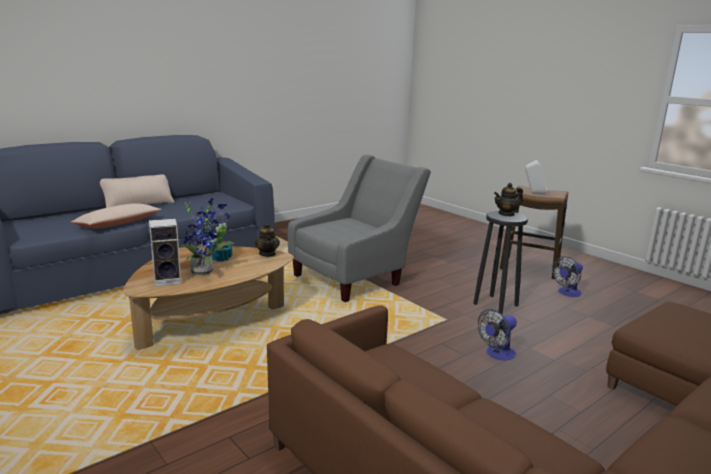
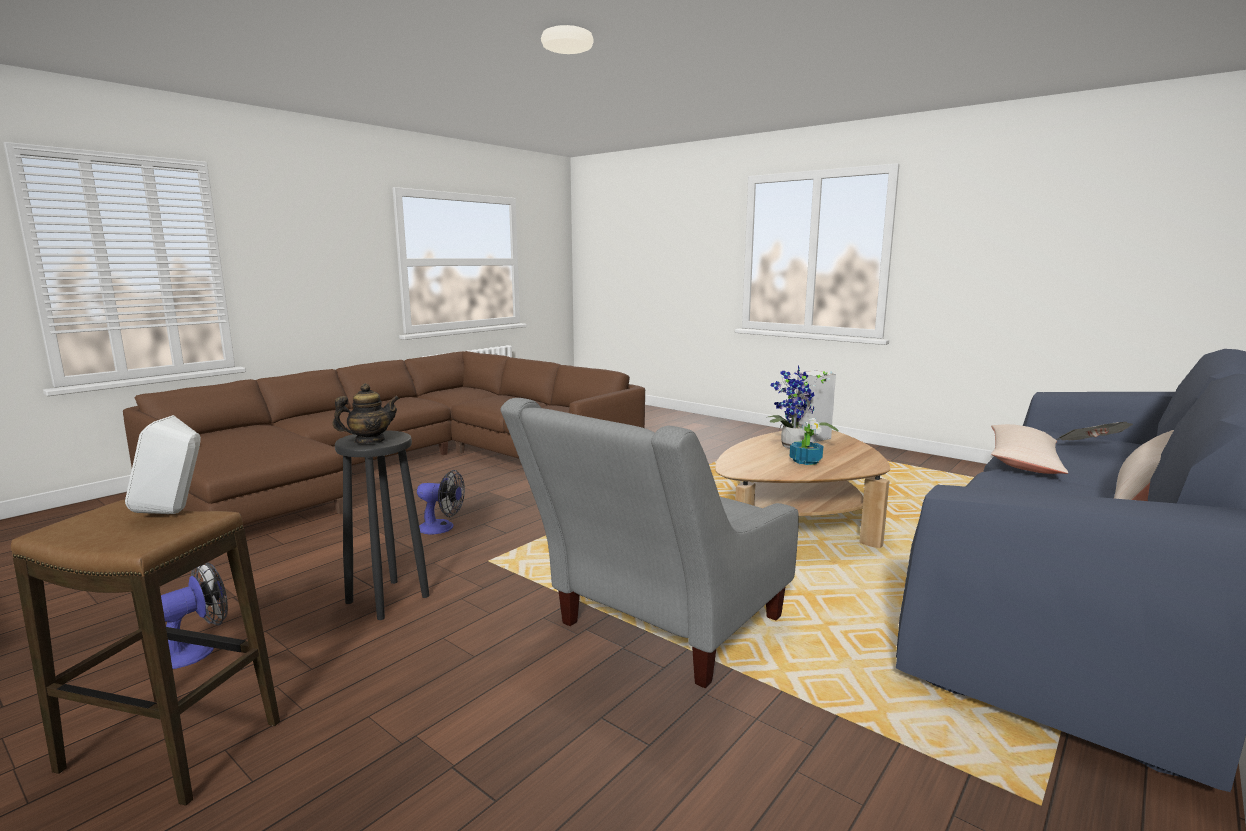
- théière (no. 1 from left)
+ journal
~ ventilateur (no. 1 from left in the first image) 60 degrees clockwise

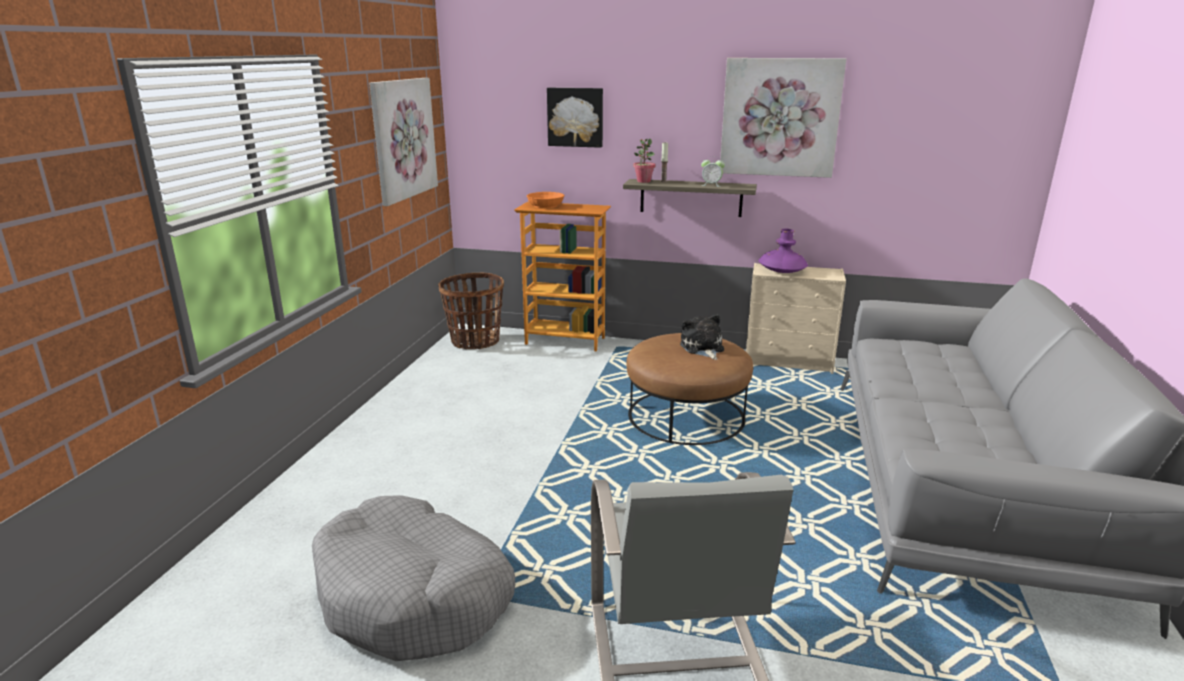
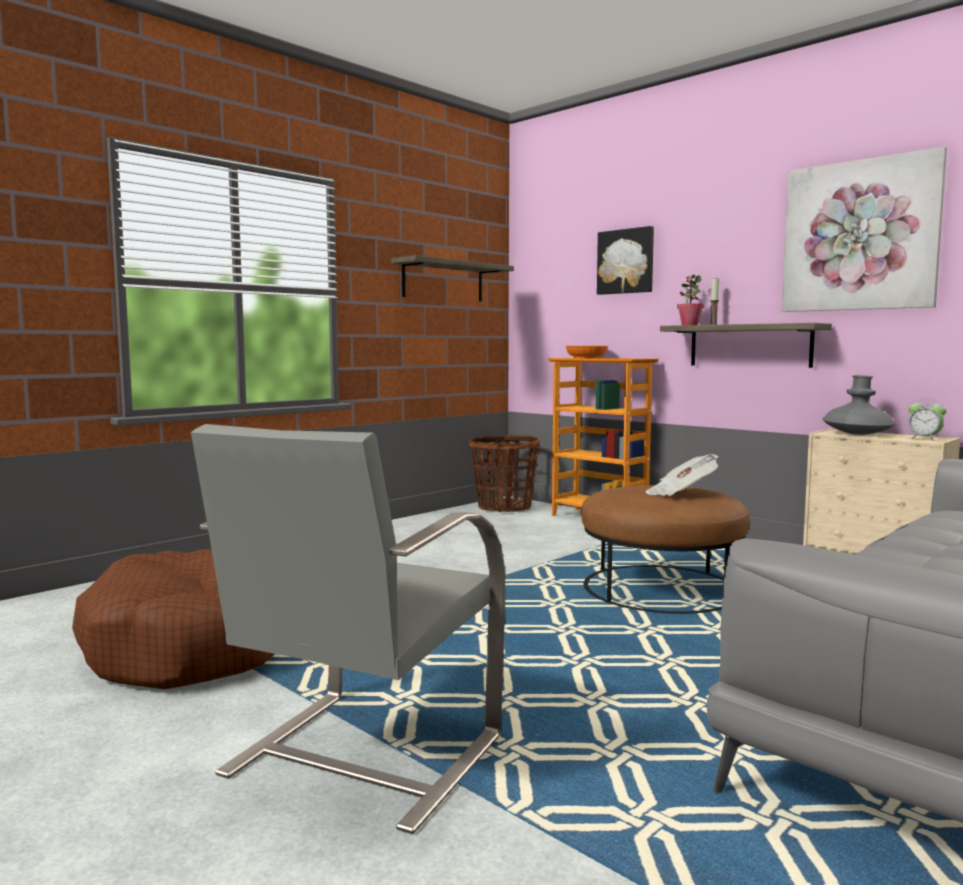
~ réveil
~ tableau (no. 1 from left) to étagère (no. 1 from left)
~ peluche to journal
~ panier pour chien/gris to panier pour chien/marron
~ vase/violet to vase/gris

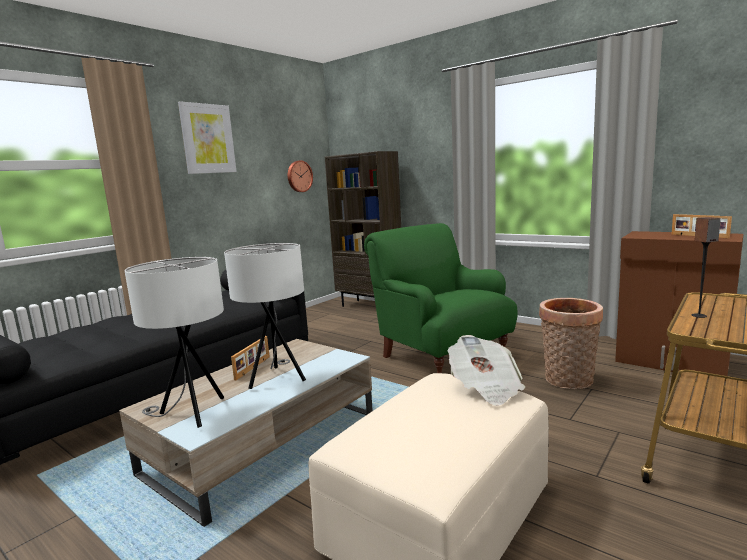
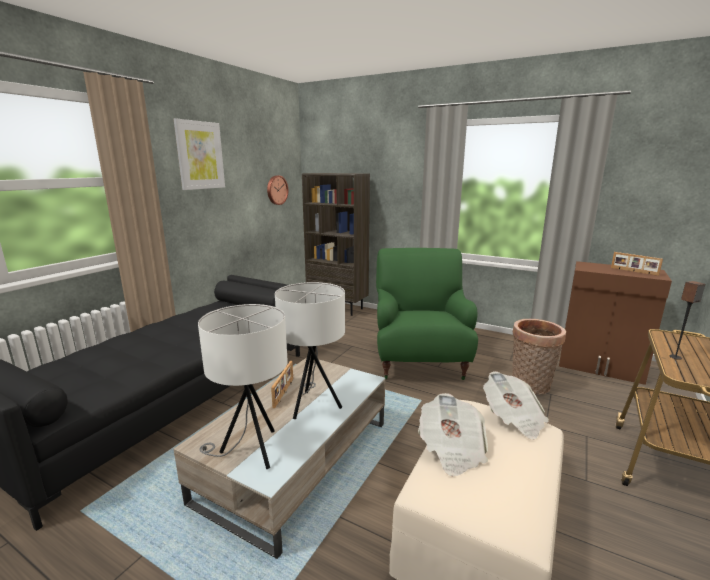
+ journal (no. 1 from left)
~ fauteuil/vert 45 degrees clockwise

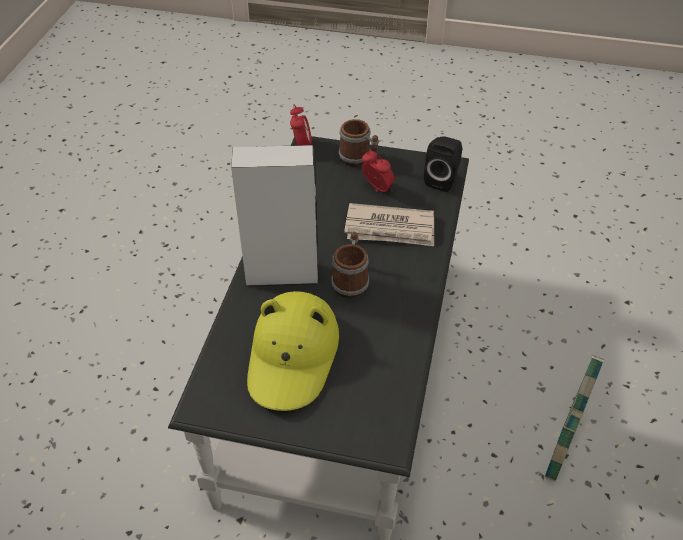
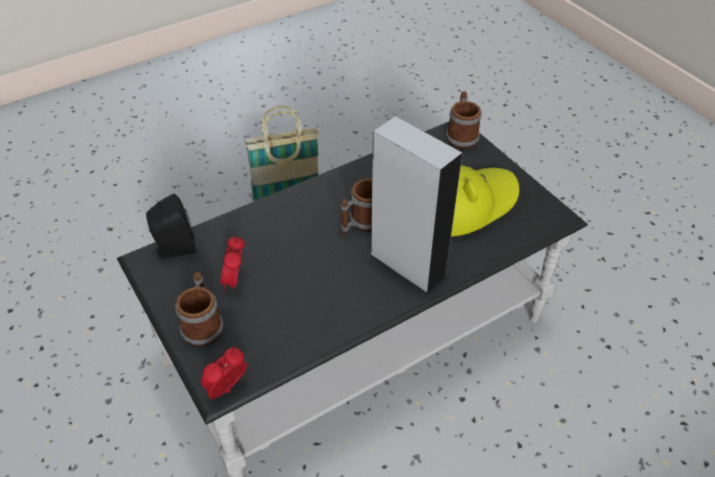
- journal
+ mug (no. 3 from left)

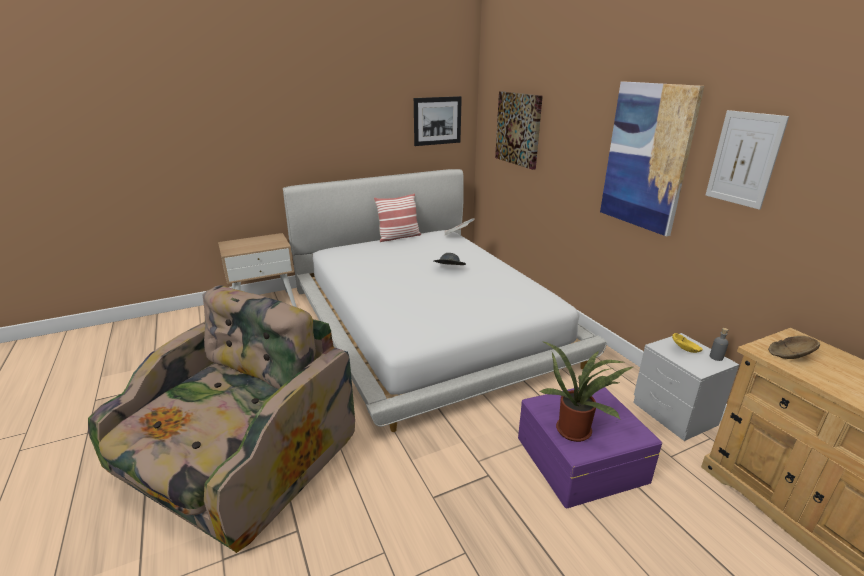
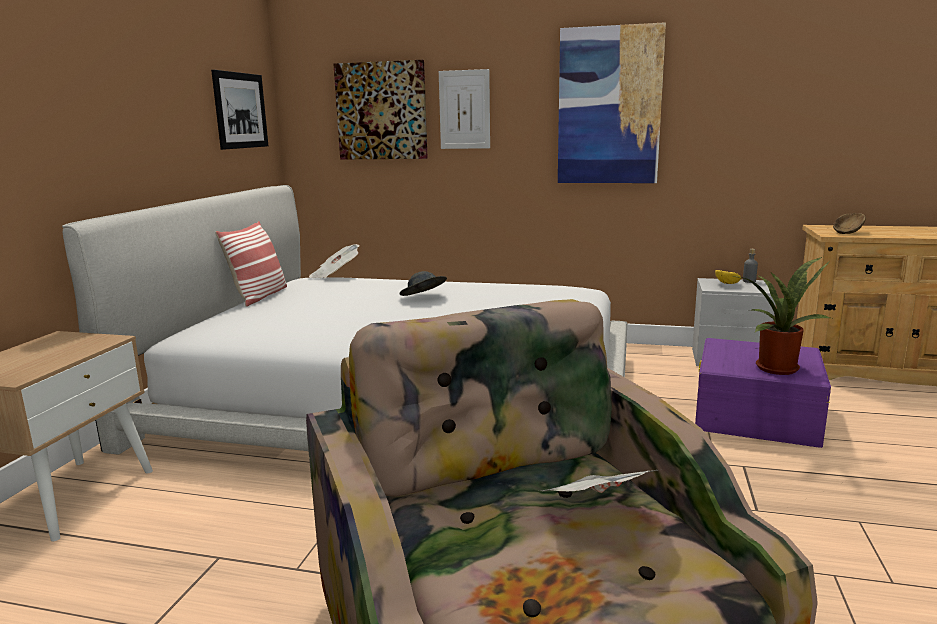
+ journal (no. 2 from left)
~ tableau (no. 4 from left in the first image) to tableau (no. 3 from left)

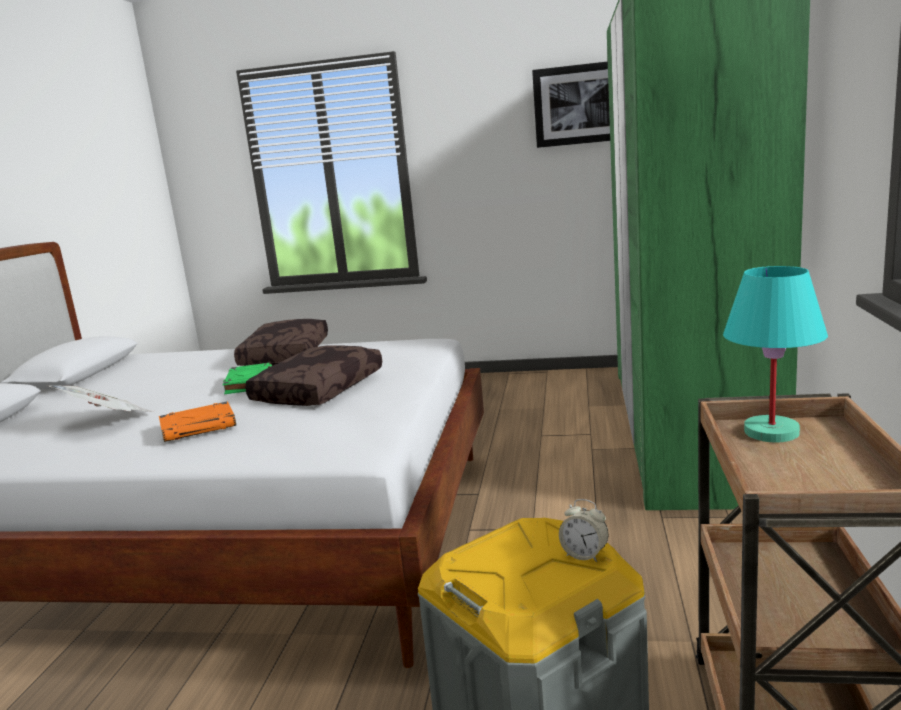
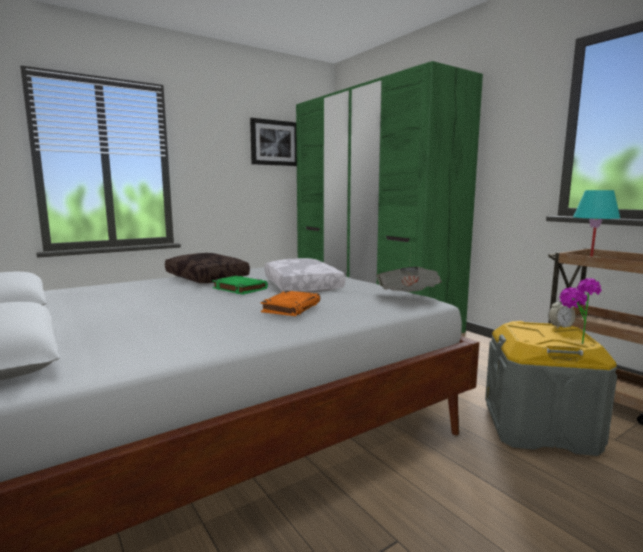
+ plante en pot
~ journal
~ coussin/marron (no. 2 from left) to coussin/blanc

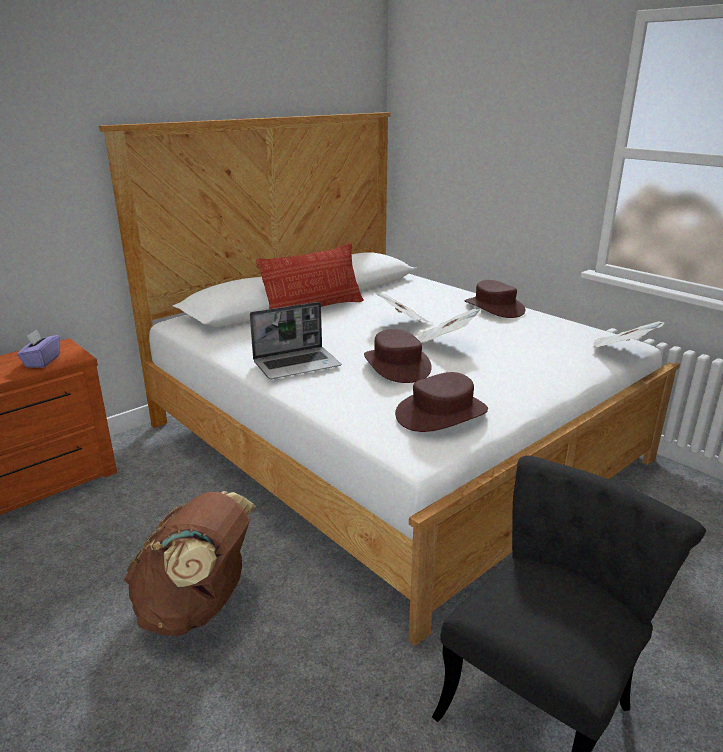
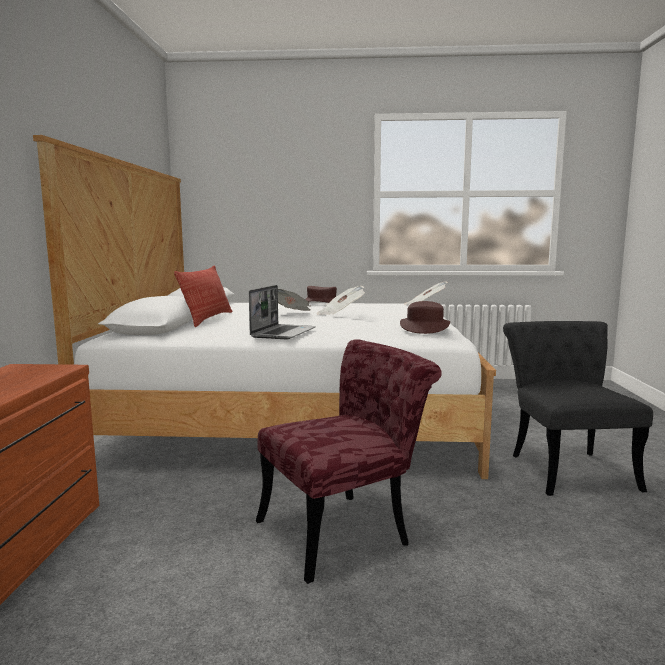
- boîte à mouchoirs/violet
- chapeau/marron (no. 1 from left)
~ sac à dos/marron to chaise/rouge

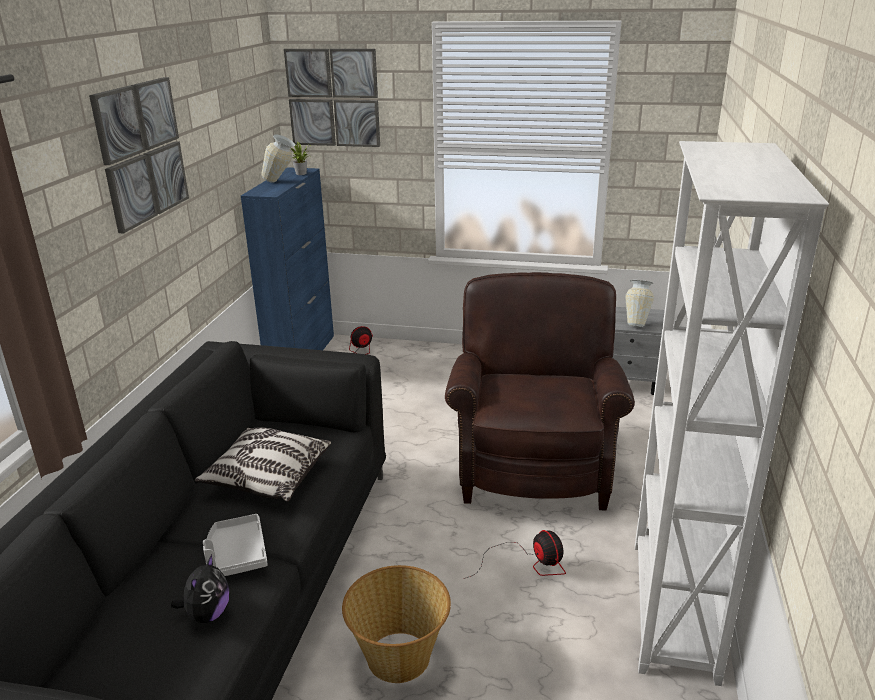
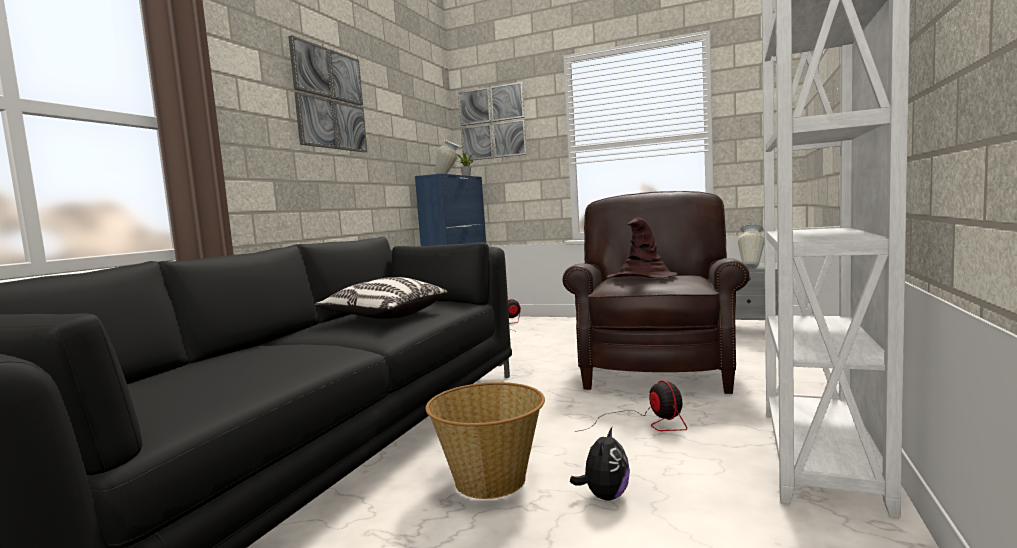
- plateau/gris
+ chapeau/marron
~ peluche

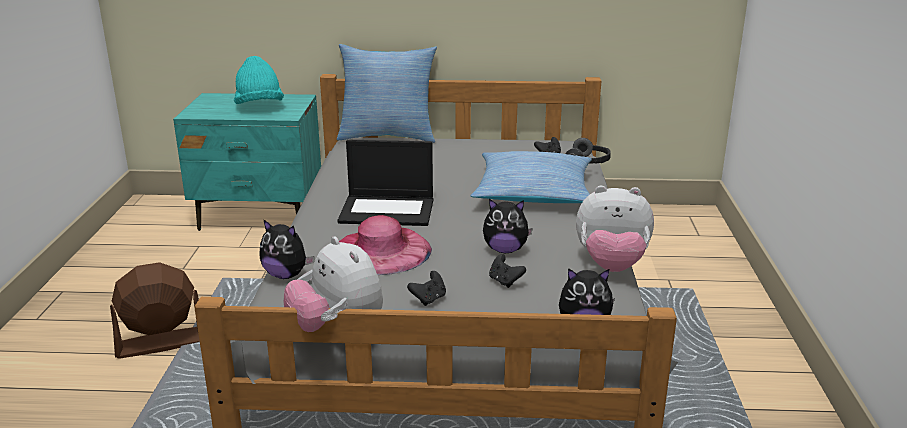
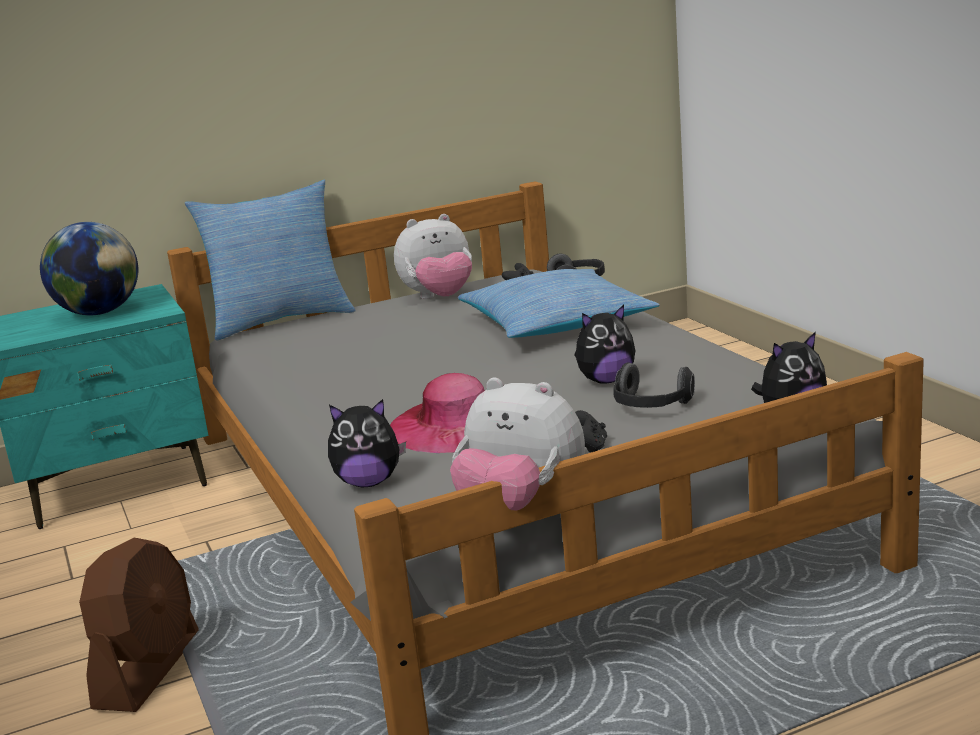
- ordinateur portable
~ peluche (no. 5 from left in the first image) to peluche (no. 2 from left)
~ chapeau/turquoise to globe
~ manette/noir (no. 2 from left) to casque audio (no. 2 from left)
~ ventilateur/marron 150 degrees clockwise

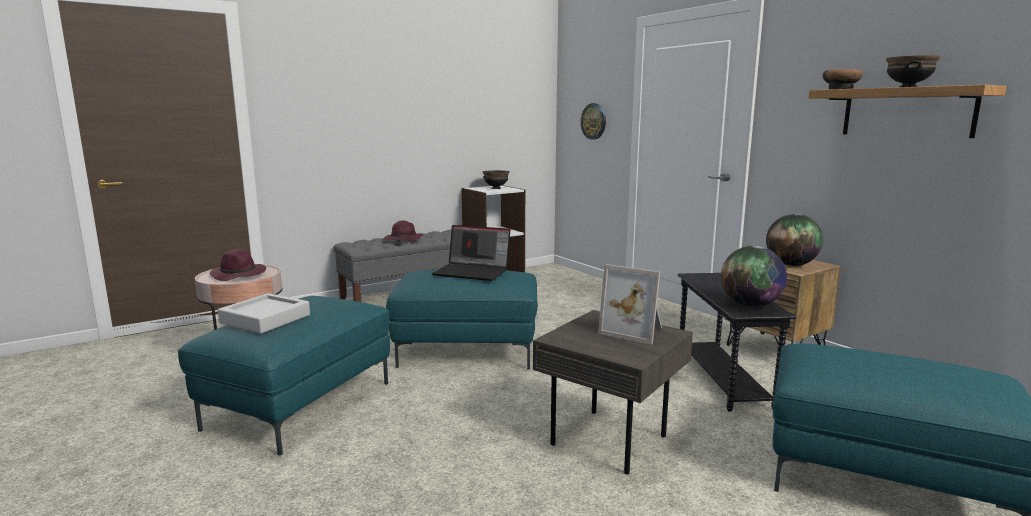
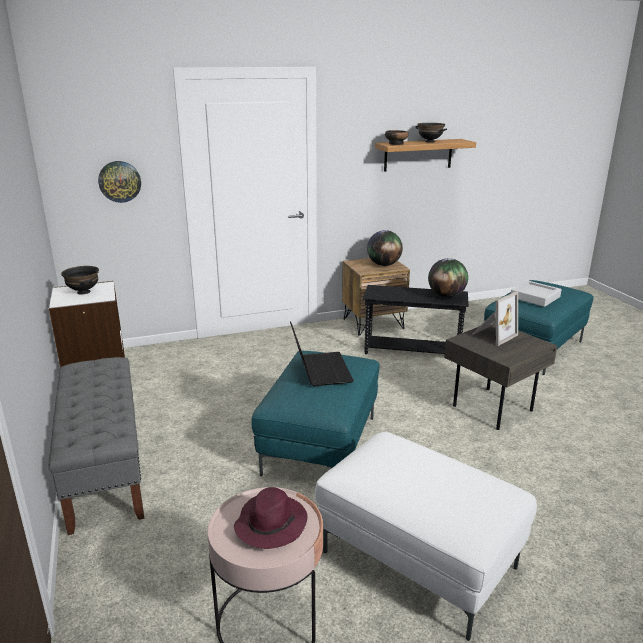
- chapeau/violet (no. 2 from left)
~ plateau/gris
~ pouf/turquoise (no. 1 from left) to pouf/blanc
~ ordinateur portable 45 degrees counterclockwise

